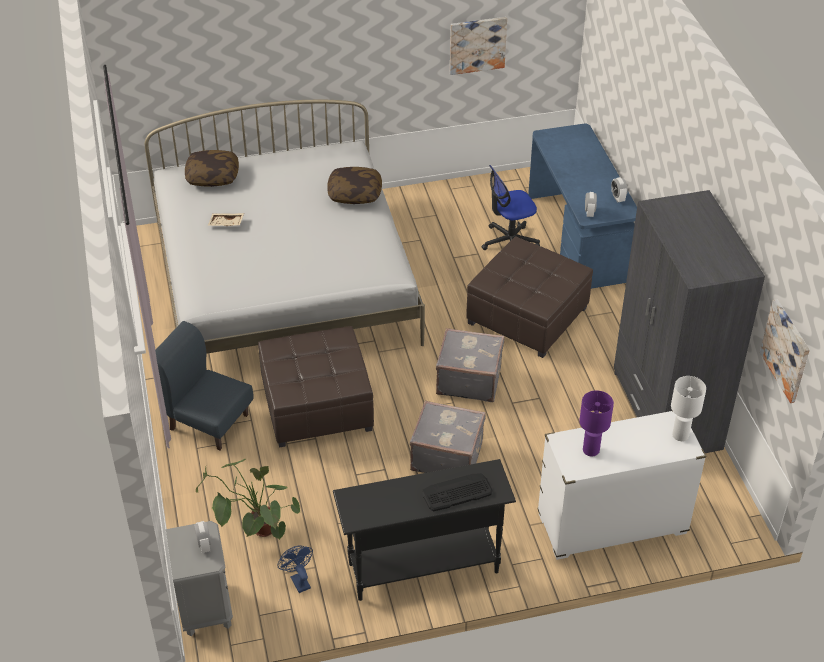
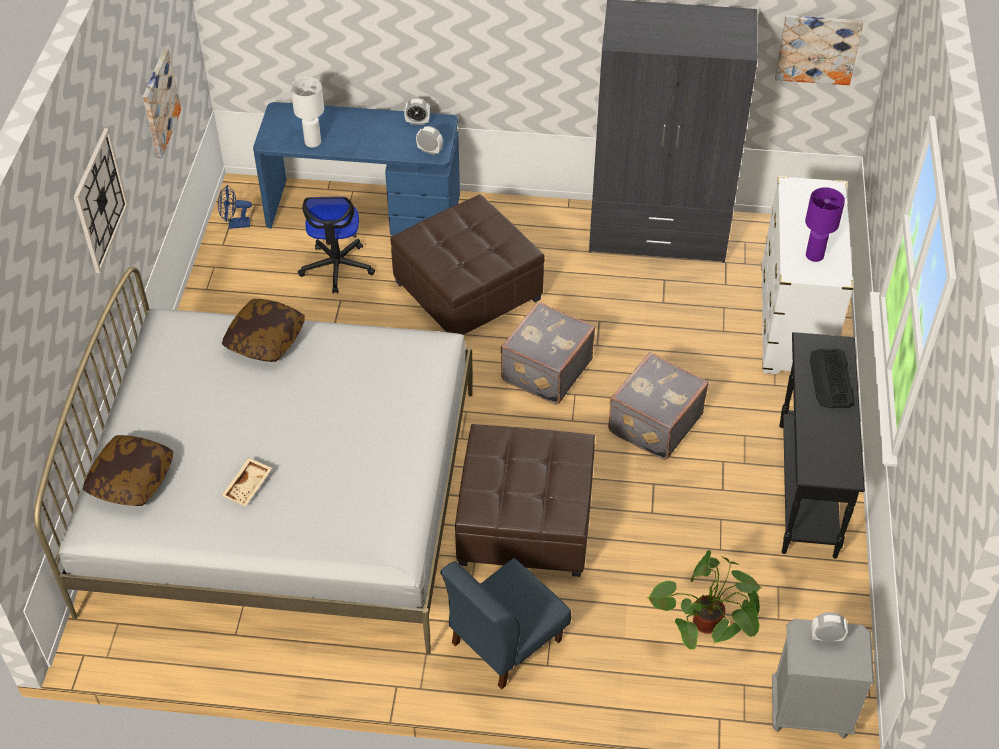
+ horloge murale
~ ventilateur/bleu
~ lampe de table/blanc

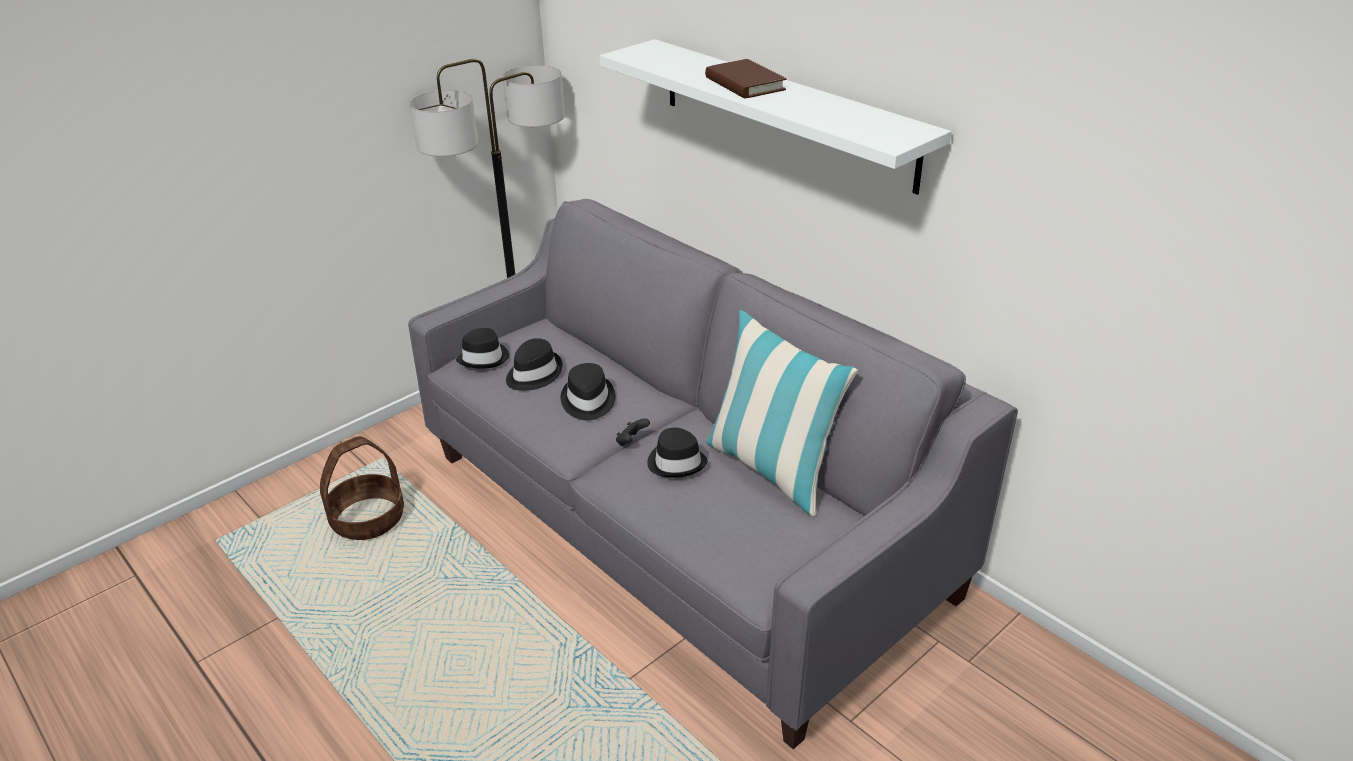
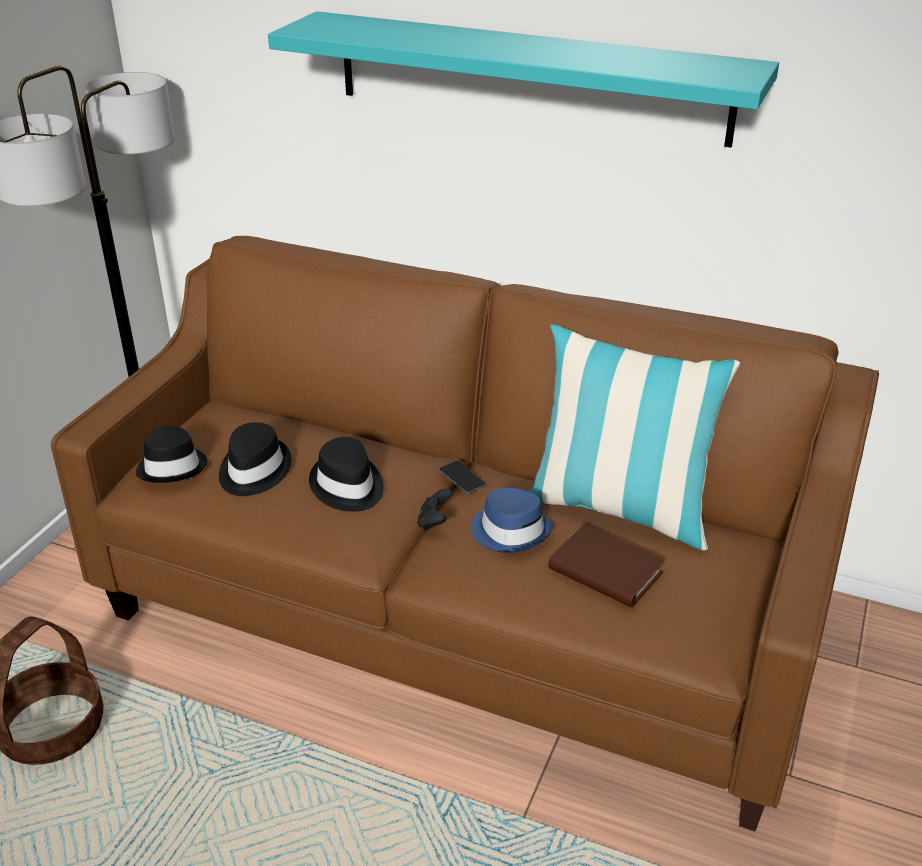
+ téléphone
~ livre/marron
~ canapé/gris to canapé/marron
~ étagère/blanc to étagère/turquoise
~ chapeau/noir (no. 4 from left) to chapeau/bleu

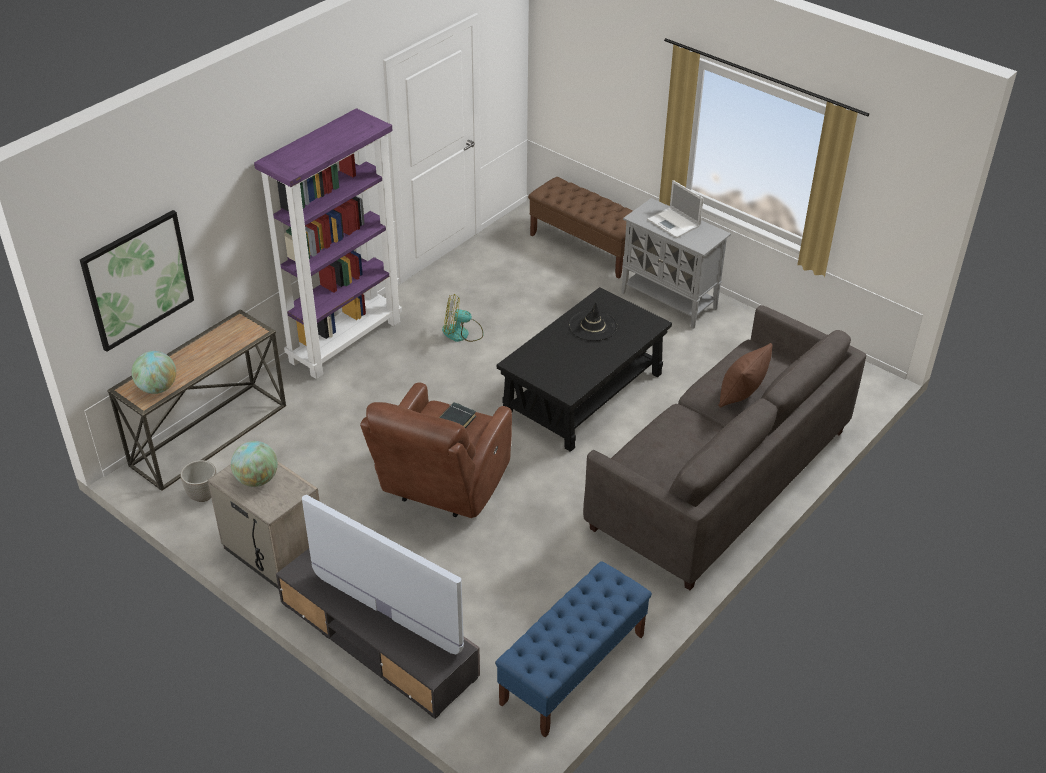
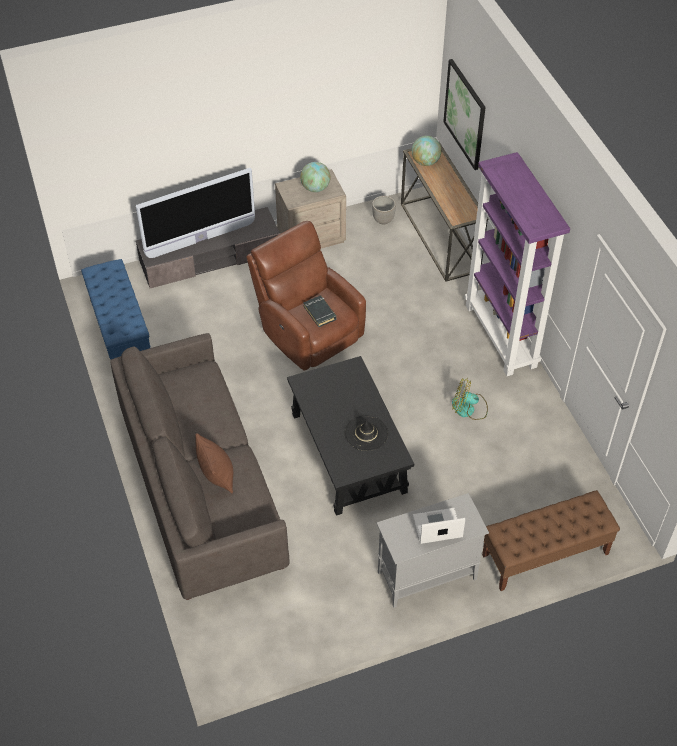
~ ventilateur 105 degrees counterclockwise

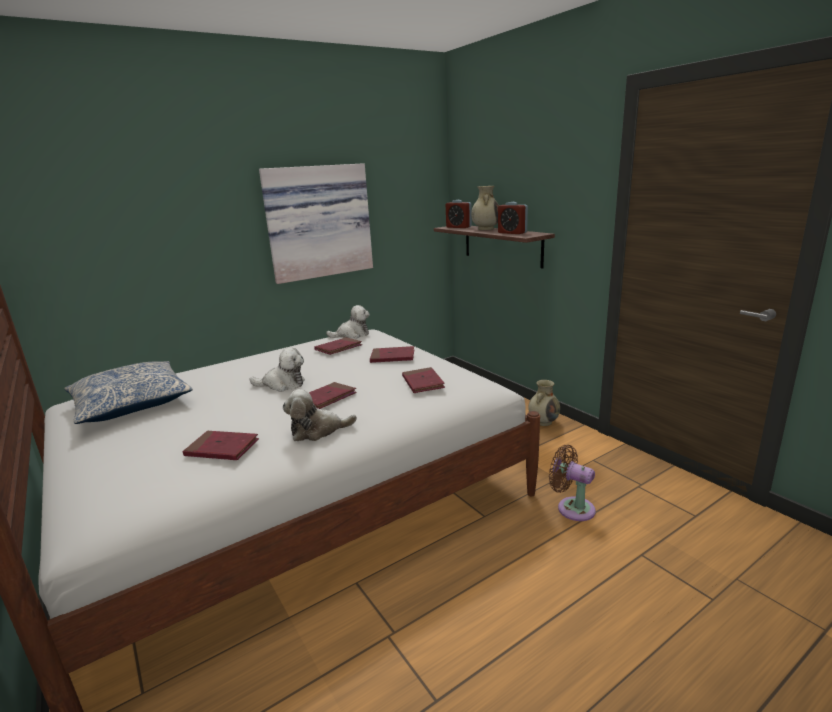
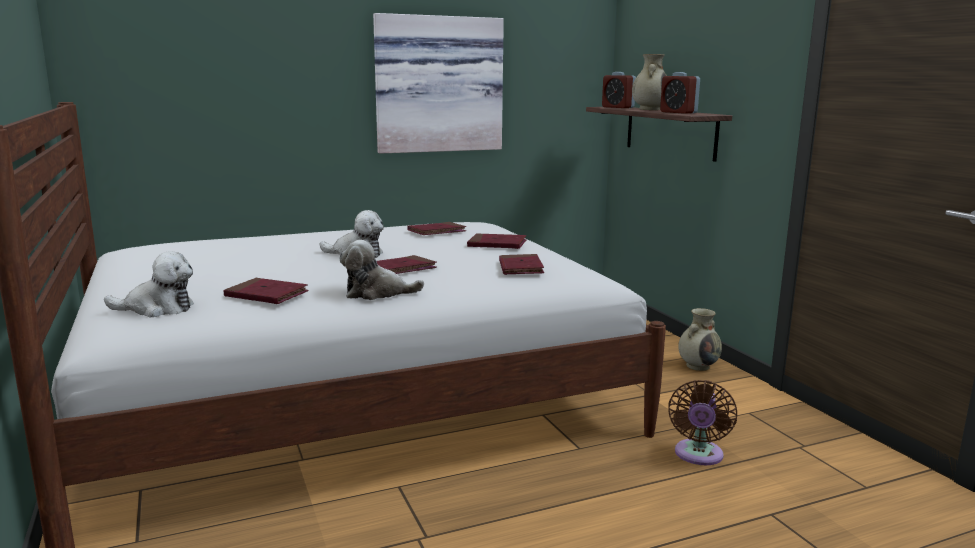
- coussin
~ peluche (no. 3 from left in the first image) to peluche (no. 1 from left)
~ ventilateur/marron 120 degrees counterclockwise

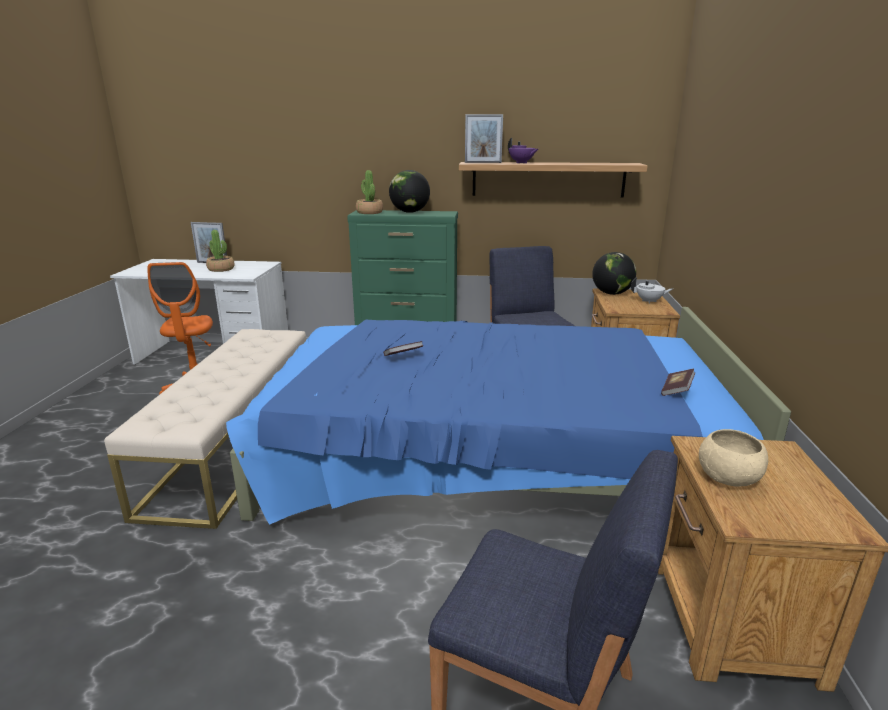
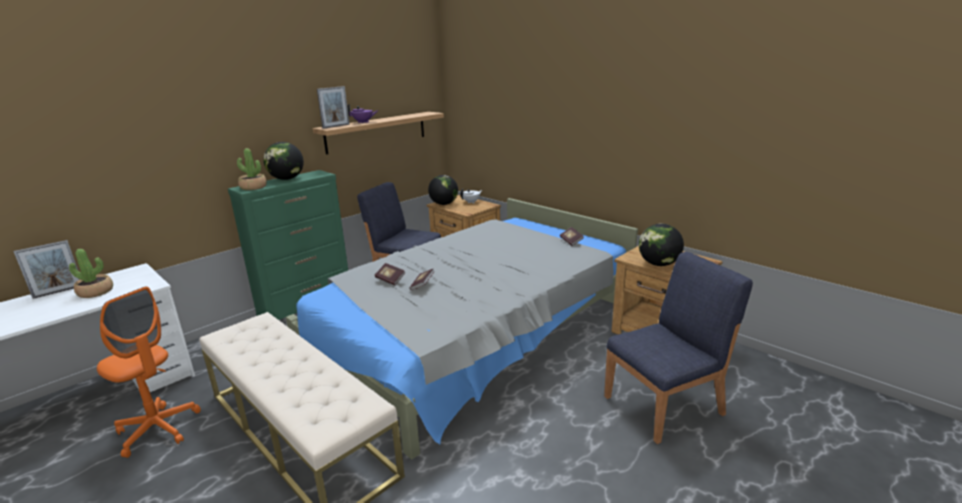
+ livre (no. 1 from left)
~ bol/beige to globe (no. 3 from left)
~ lit/bleu to lit/gris

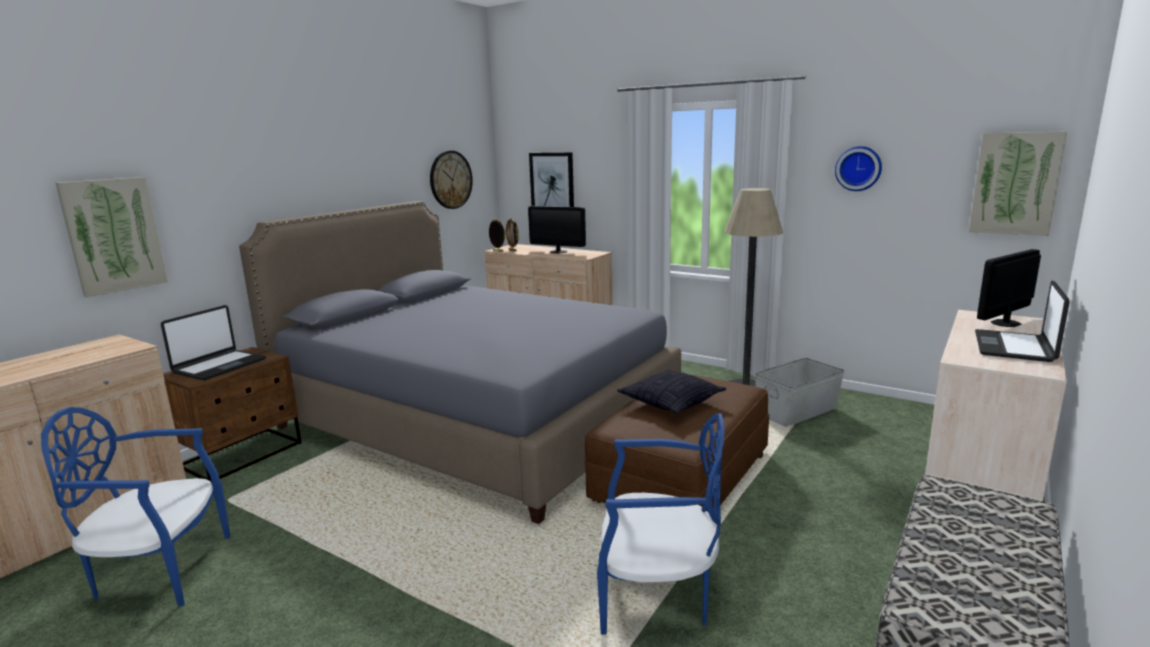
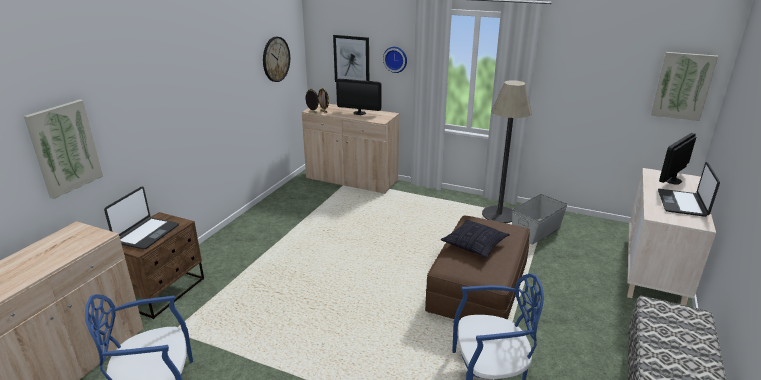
- lit/gris
~ horloge murale (no. 2 from left)

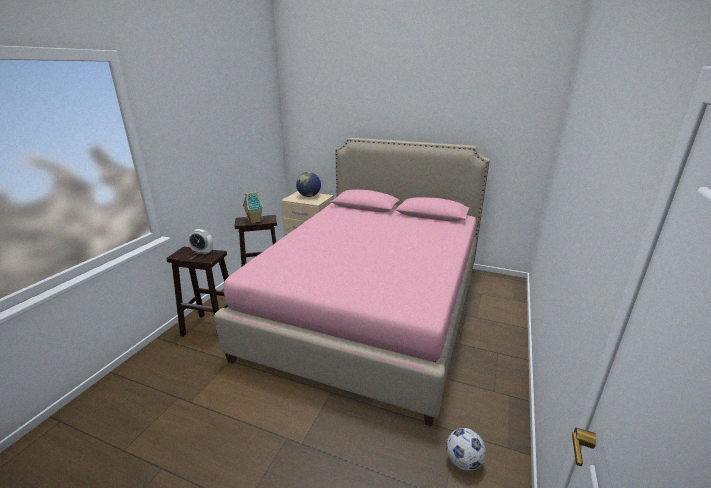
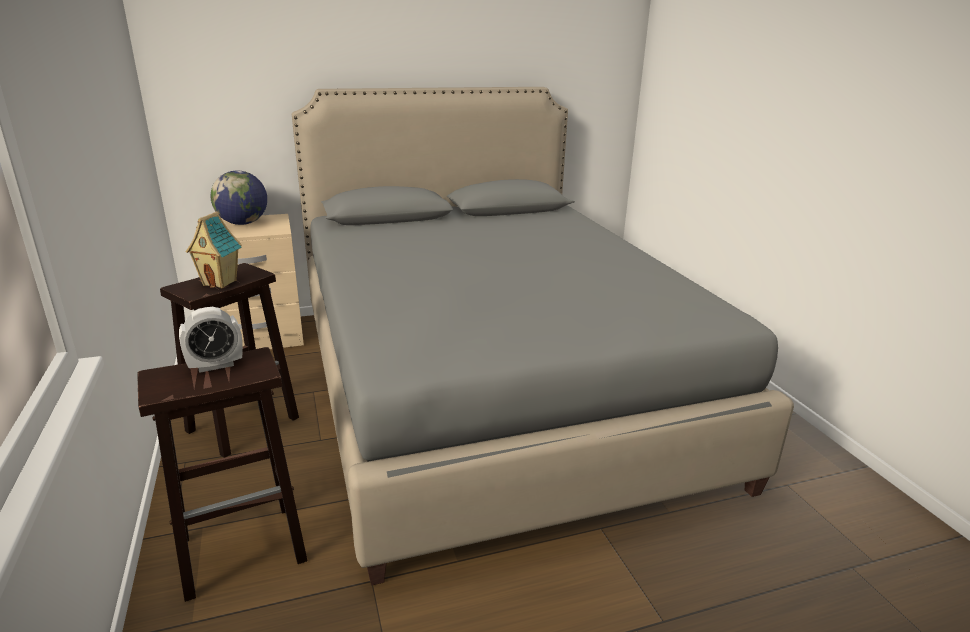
- ballon de foot
~ lit/rose to lit/gris

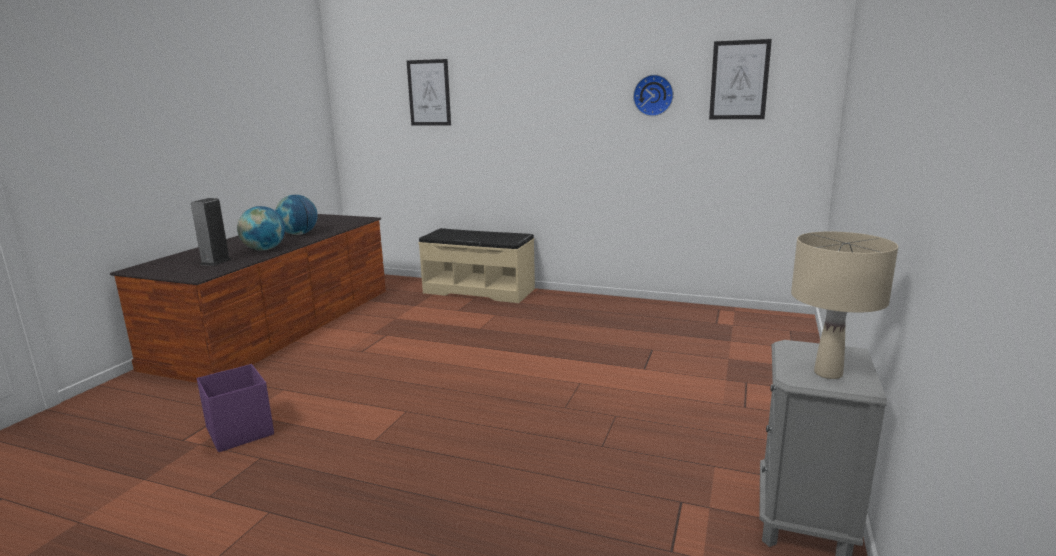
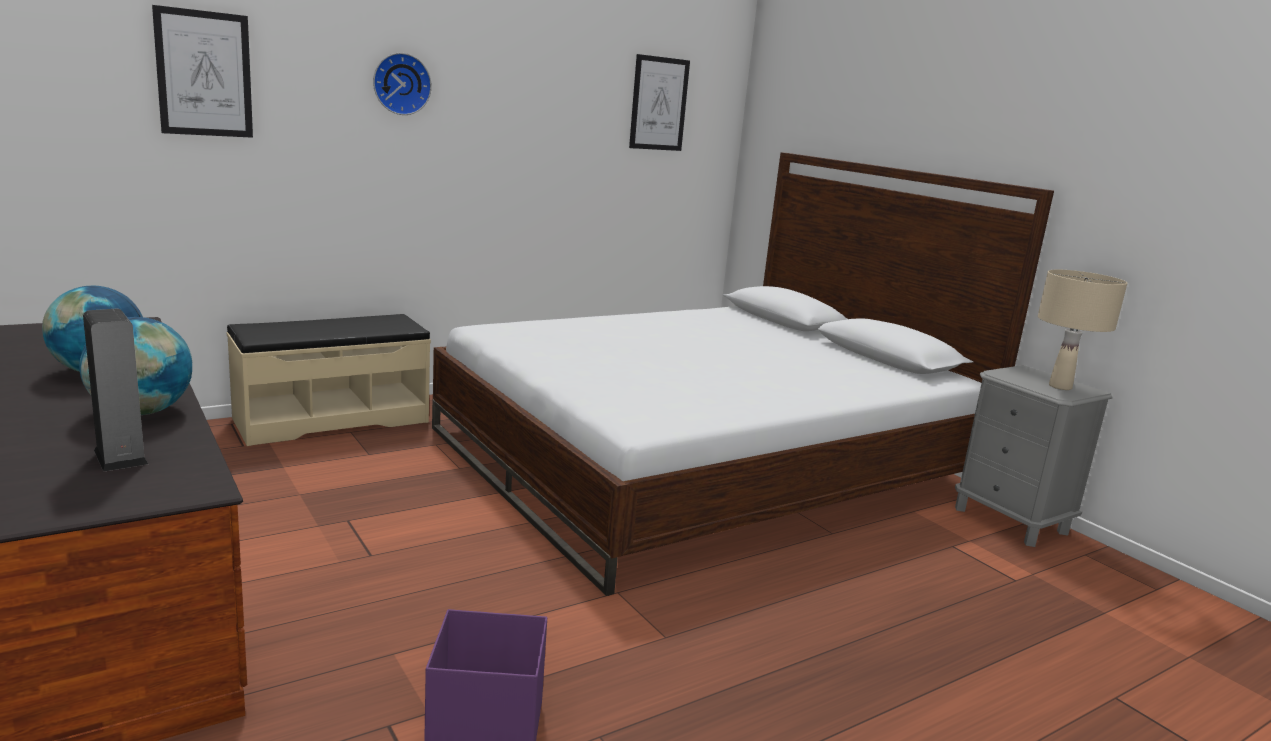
+ lit
~ horloge murale

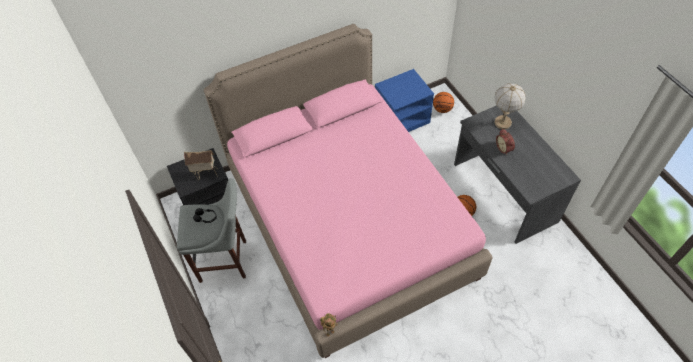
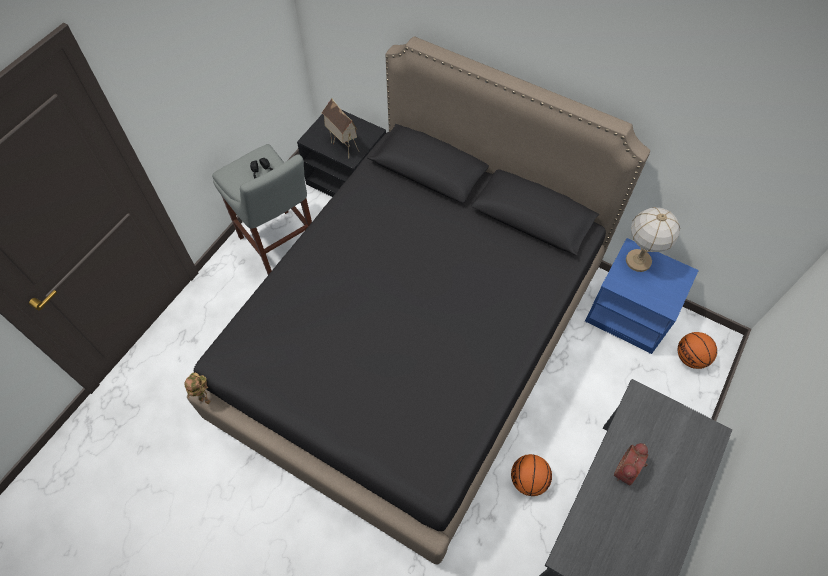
~ lampe de table
~ lit/rose to lit/noir

